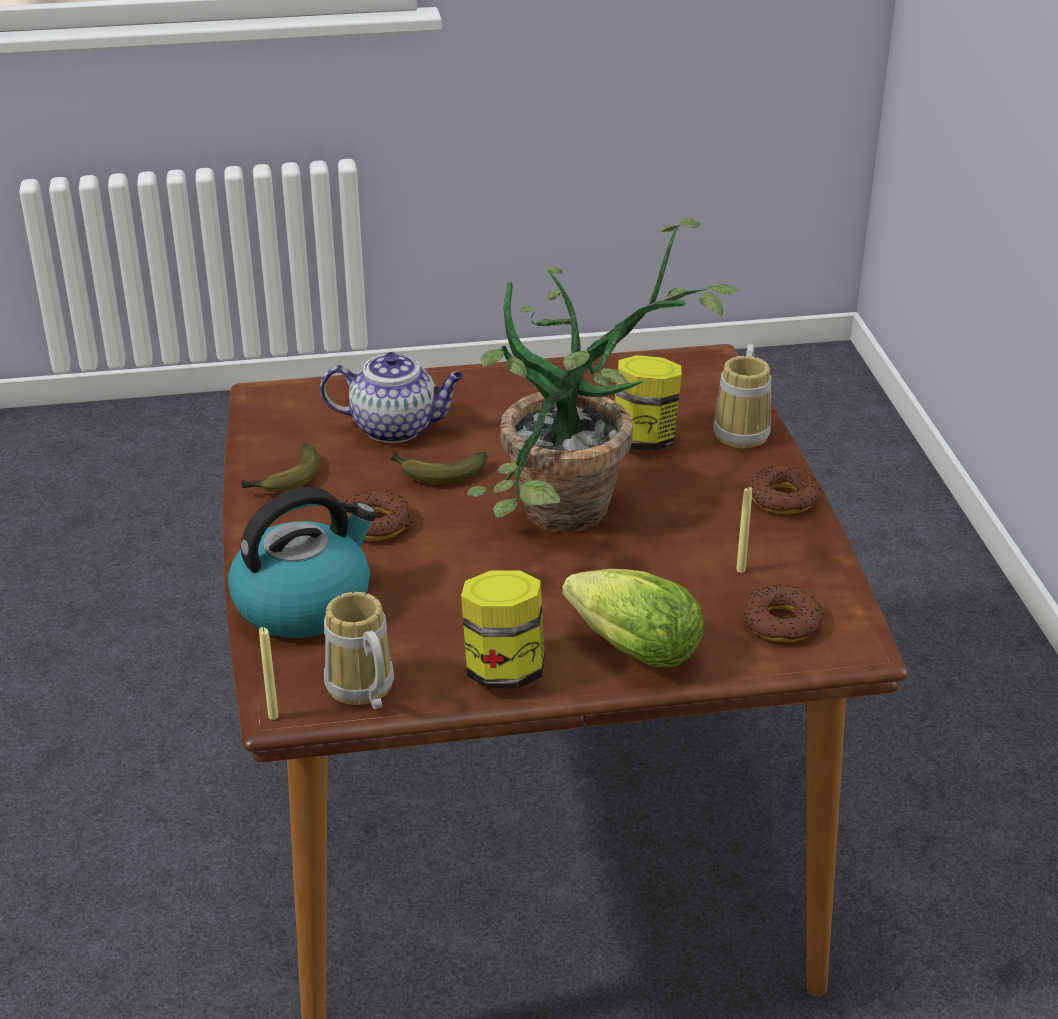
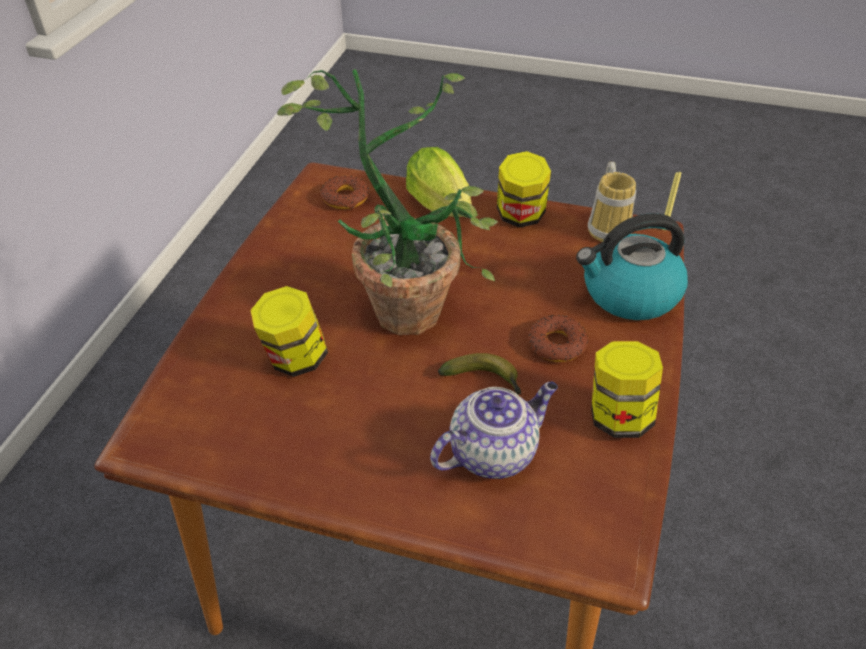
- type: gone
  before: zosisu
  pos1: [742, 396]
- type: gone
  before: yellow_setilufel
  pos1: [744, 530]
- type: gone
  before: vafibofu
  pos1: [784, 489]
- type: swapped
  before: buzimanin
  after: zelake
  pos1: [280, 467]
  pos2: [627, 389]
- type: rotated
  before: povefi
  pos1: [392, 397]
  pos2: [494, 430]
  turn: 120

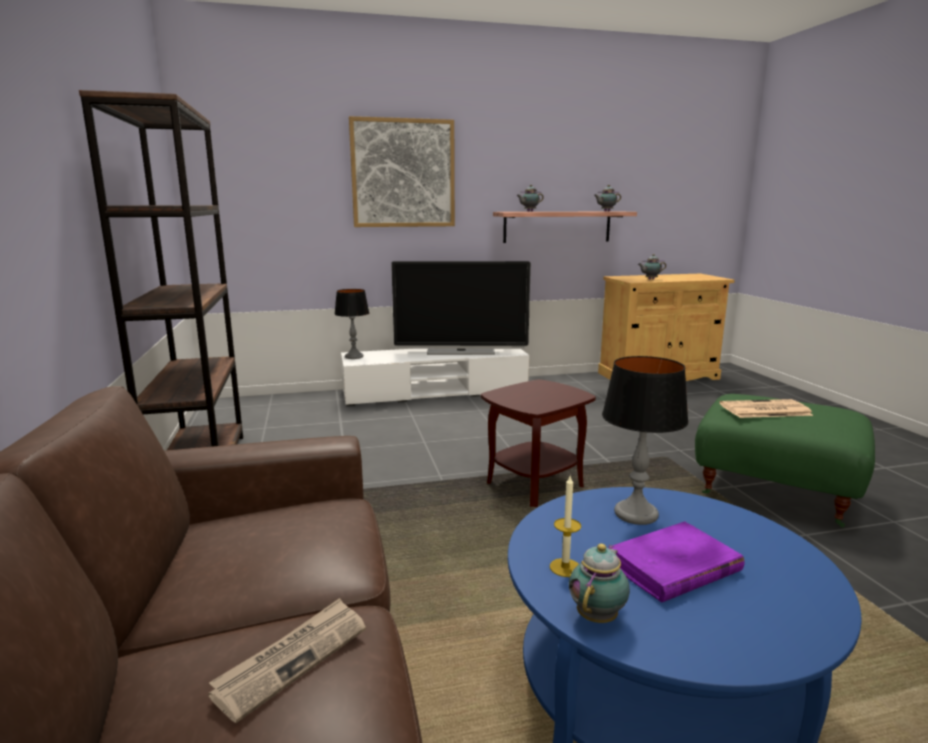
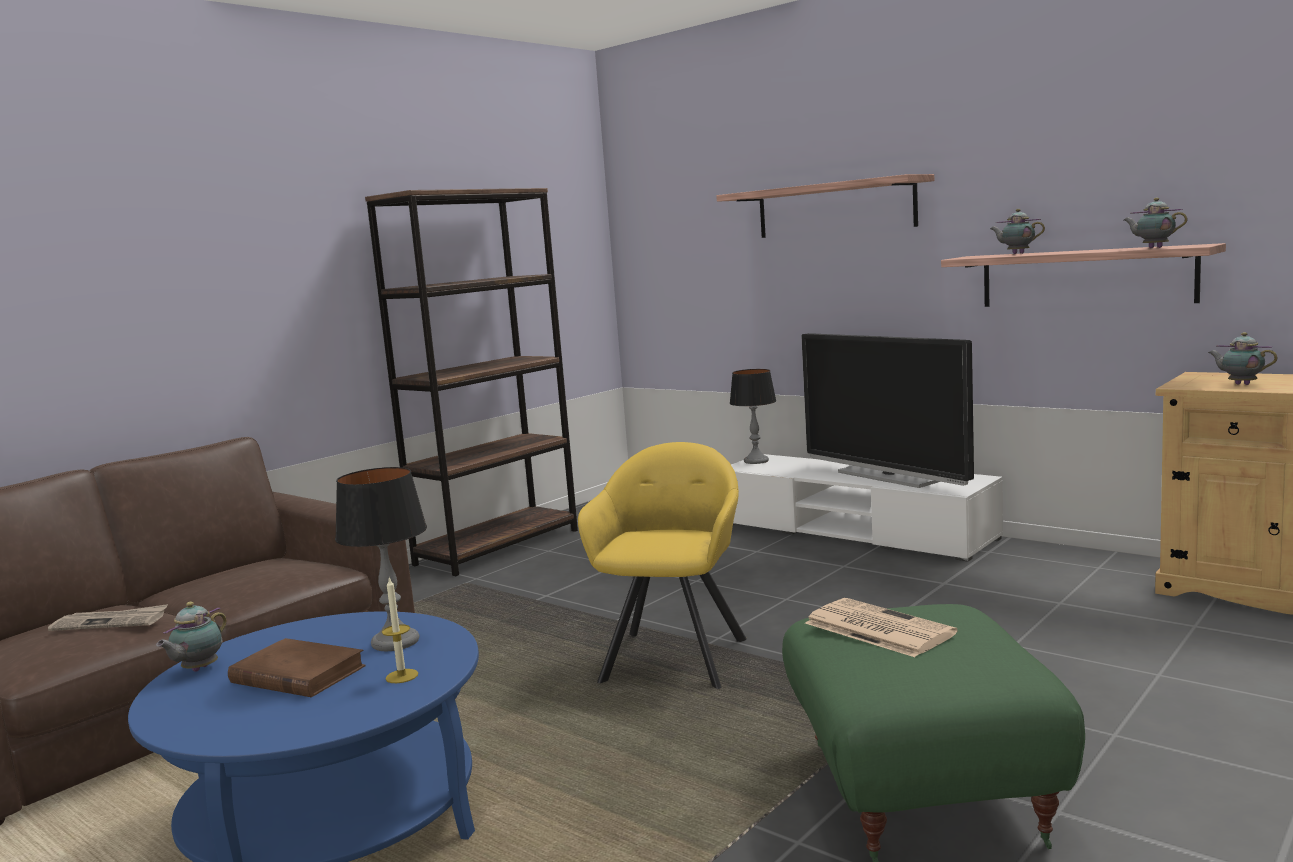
- type: shifted
  before: setilufel
  pos1: [565, 526]
  pos2: [400, 630]
- type: swapped
  before: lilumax
  after: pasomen
  pos1: [402, 171]
  pos2: [825, 206]
- type: swapped
  before: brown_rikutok
  after: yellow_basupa
  pos1: [538, 443]
  pos2: [662, 565]
- type: repainted
  before: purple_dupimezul
  after: brown_dupimezul
  pos1: [678, 562]
  pos2: [297, 667]
- type: rotated
  before: povefi
  pos1: [599, 583]
  pos2: [191, 637]
  turn: 120

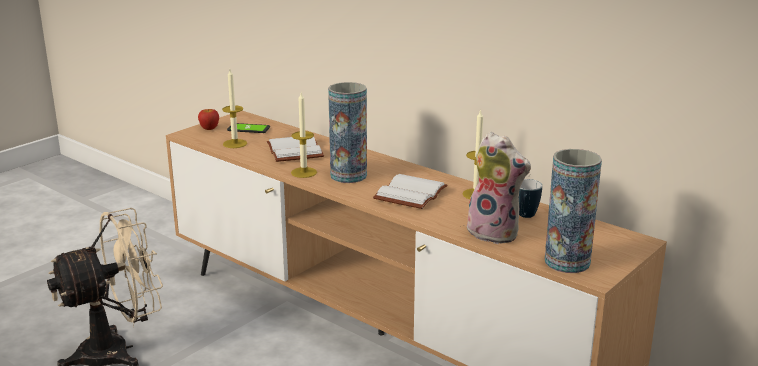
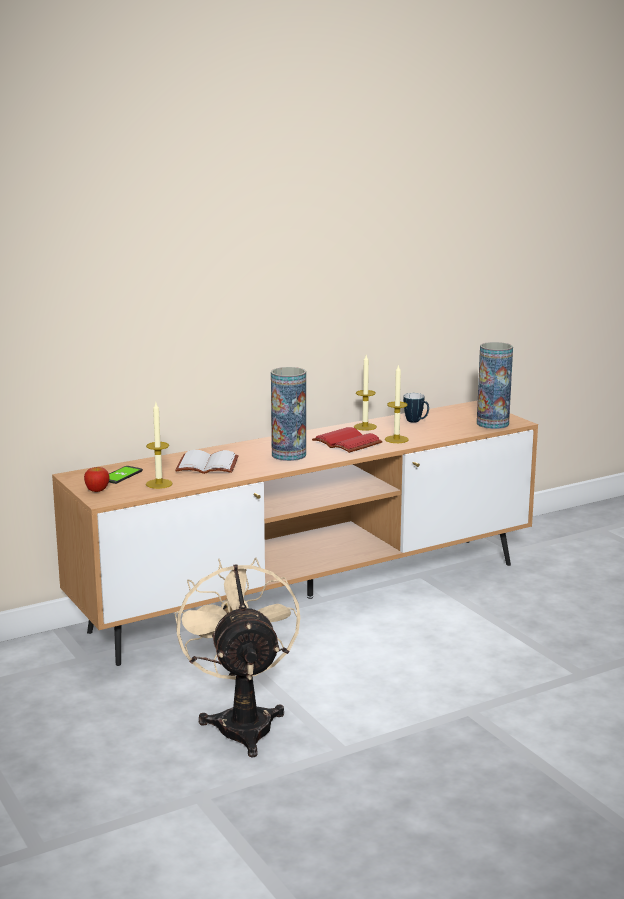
- type: gone
  before: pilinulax
  pos1: [497, 188]
- type: shifted
  before: setilufel
  pos1: [304, 135]
  pos2: [396, 404]
- type: repainted
  before: white_dupimezul
  after: red_dupimezul
  pos1: [410, 191]
  pos2: [347, 440]

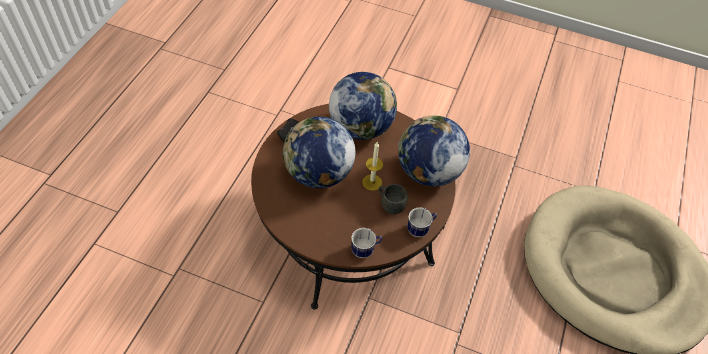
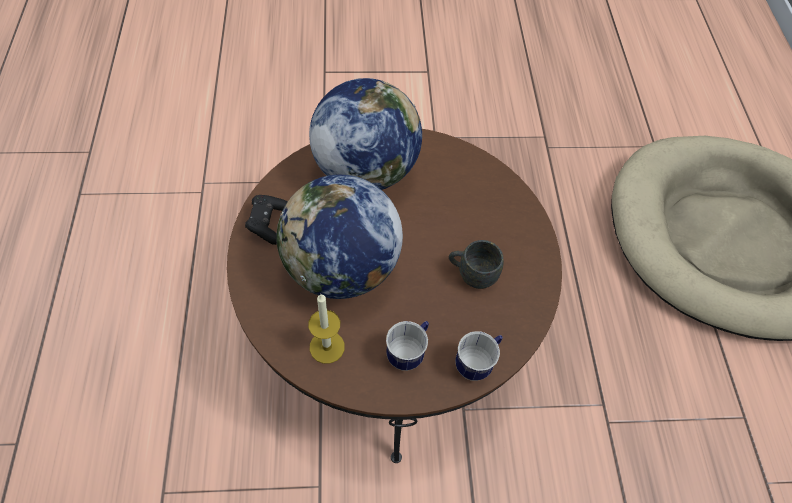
- type: gone
  before: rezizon
  pos1: [434, 150]
- type: shifted
  before: setilufel
  pos1: [373, 166]
  pos2: [326, 329]
- type: shifted
  before: zosisu
  pos1: [422, 222]
  pos2: [407, 346]

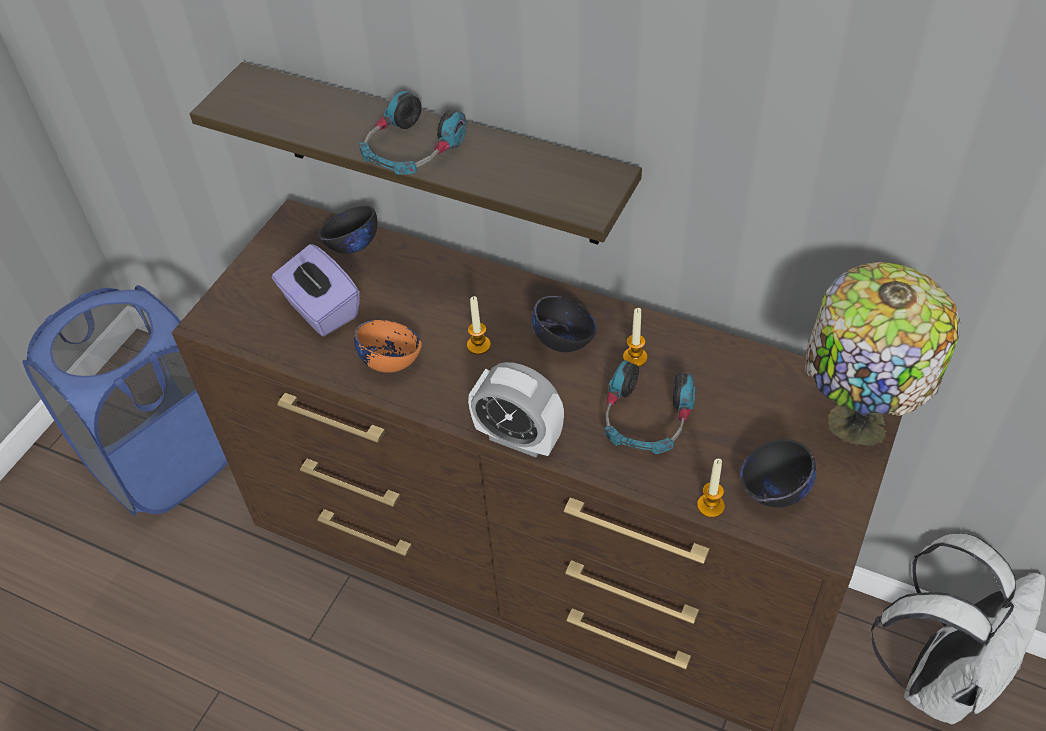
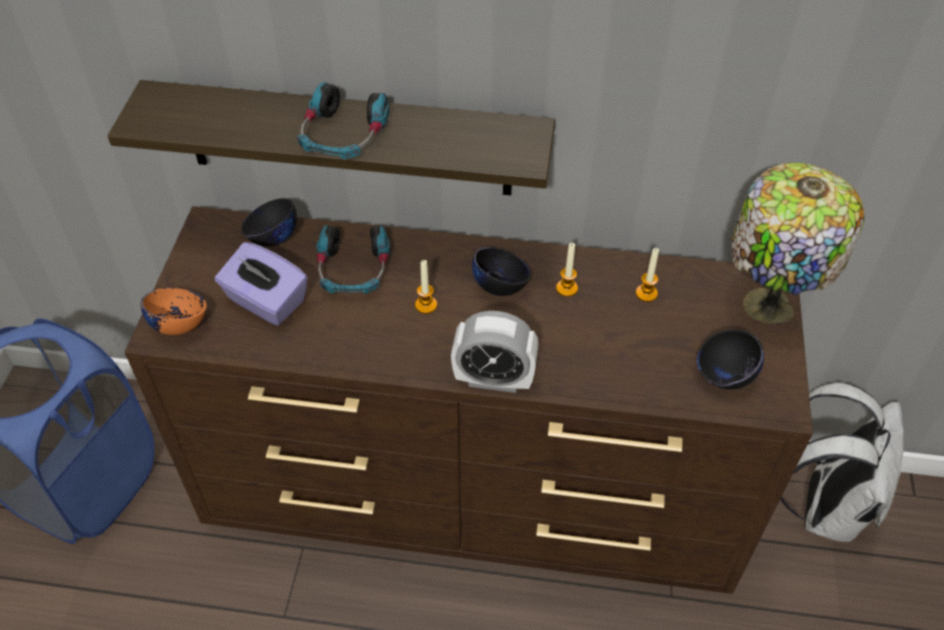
- type: shifted
  before: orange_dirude
  pos1: [388, 346]
  pos2: [174, 311]
- type: shifted
  before: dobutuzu
  pos1: [649, 407]
  pos2: [353, 259]
- type: shifted
  before: setilufel
  pos1: [711, 488]
  pos2: [647, 275]

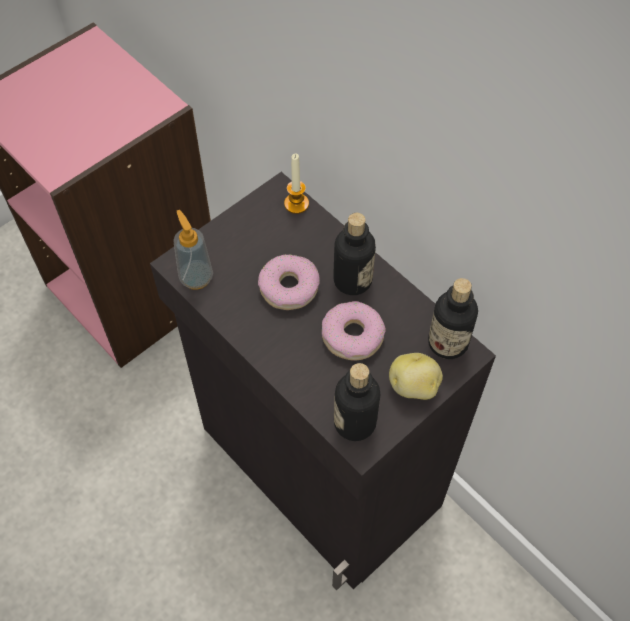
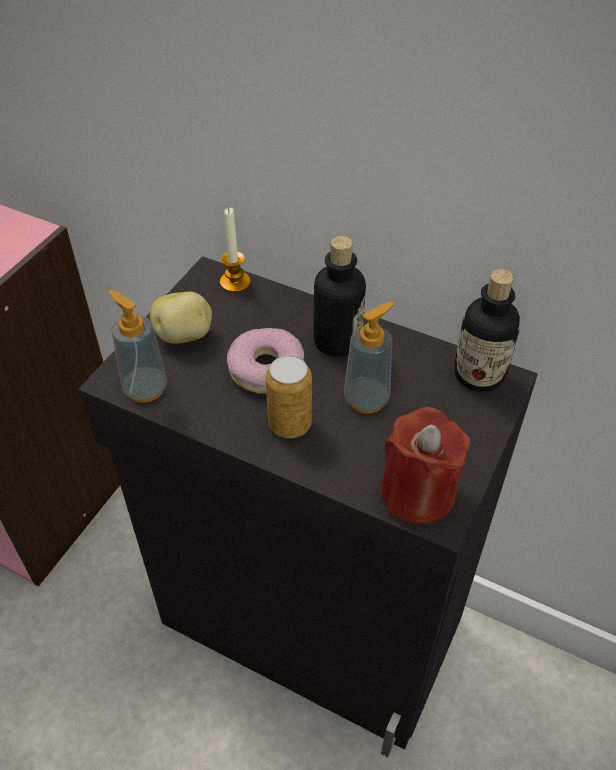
- type: new
  after: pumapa
  pos2: [289, 396]
- type: shifted
  before: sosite
  pos1: [416, 376]
  pos2: [181, 317]
- type: swapped
  before: vafibofu
  after: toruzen
  pos1: [354, 330]
  pos2: [369, 357]
- type: swapped
  before: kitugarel
  after: red_setilufel
  pos1: [357, 402]
  pos2: [425, 465]

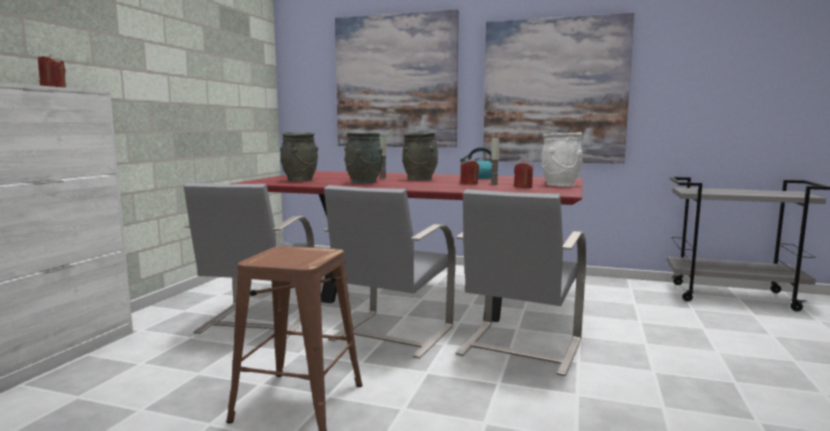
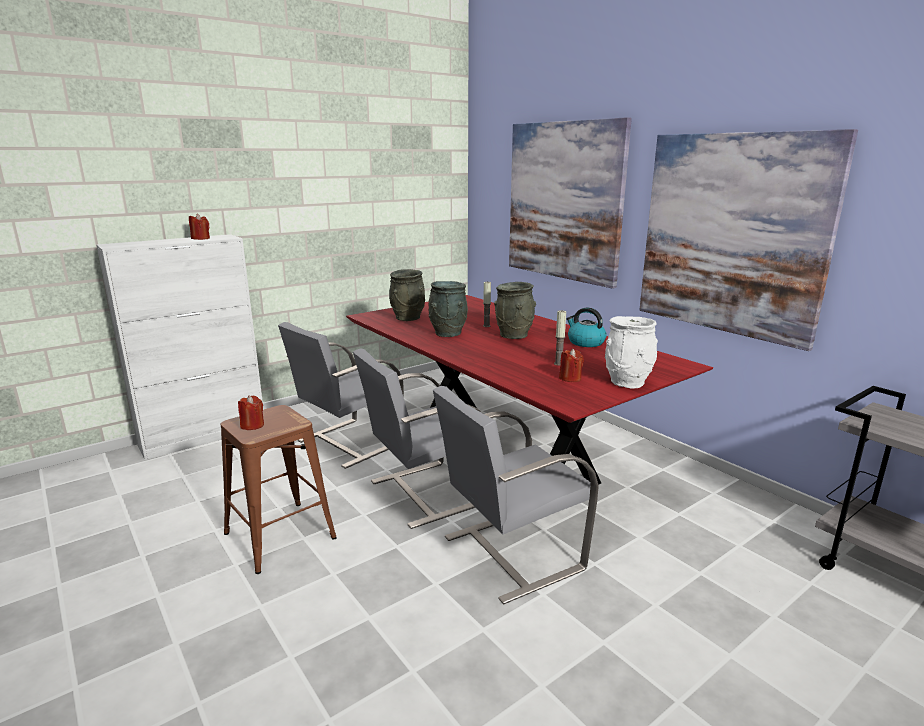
- type: shifted
  before: red_setilufel
  pos1: [469, 172]
  pos2: [251, 412]

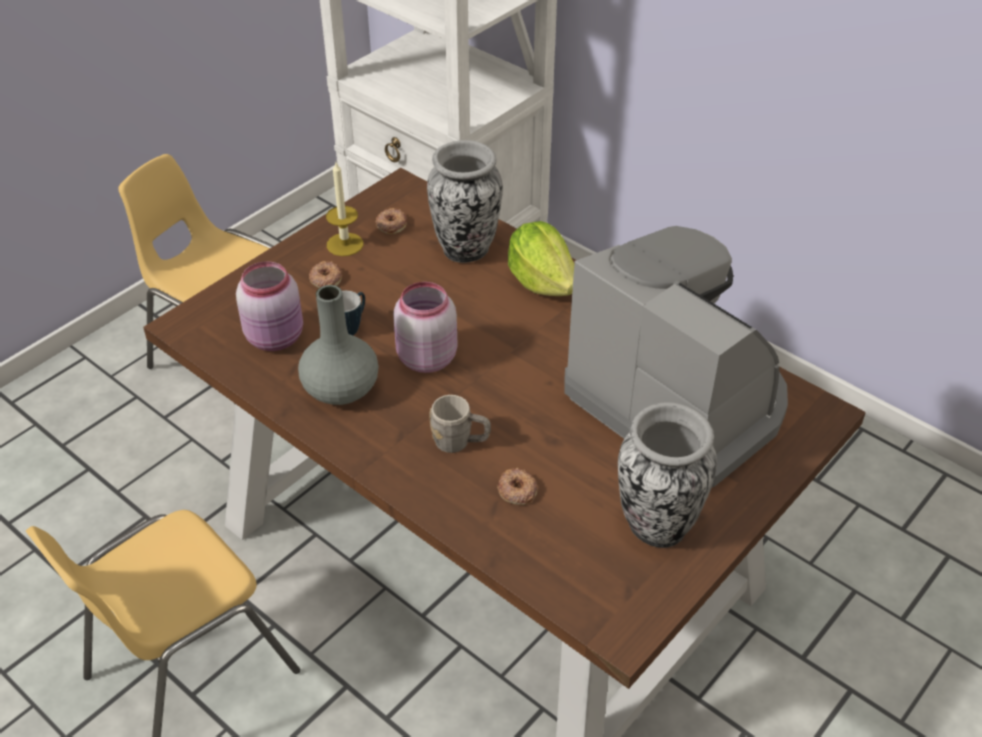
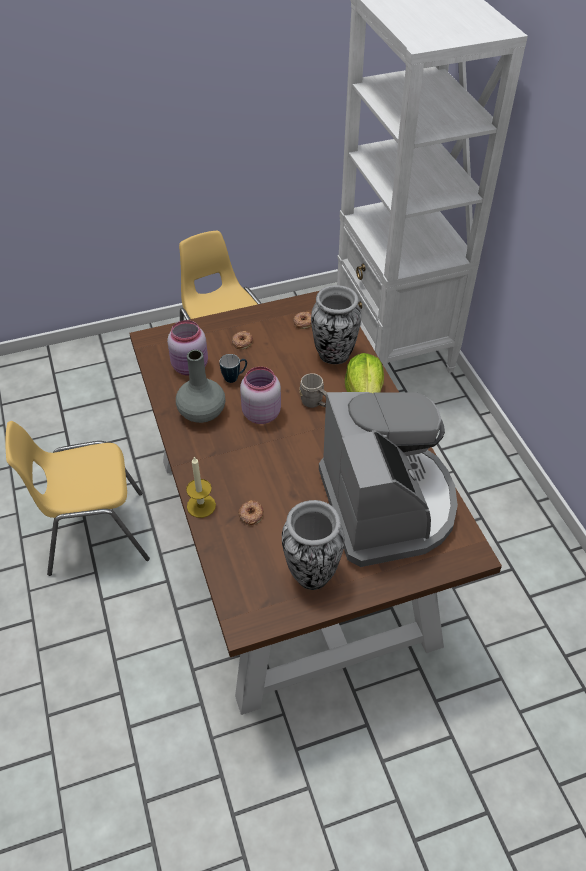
- type: shifted
  before: setilufel
  pos1: [344, 209]
  pos2: [201, 487]
- type: shifted
  before: grey_zosisu
  pos1: [460, 424]
  pos2: [313, 390]

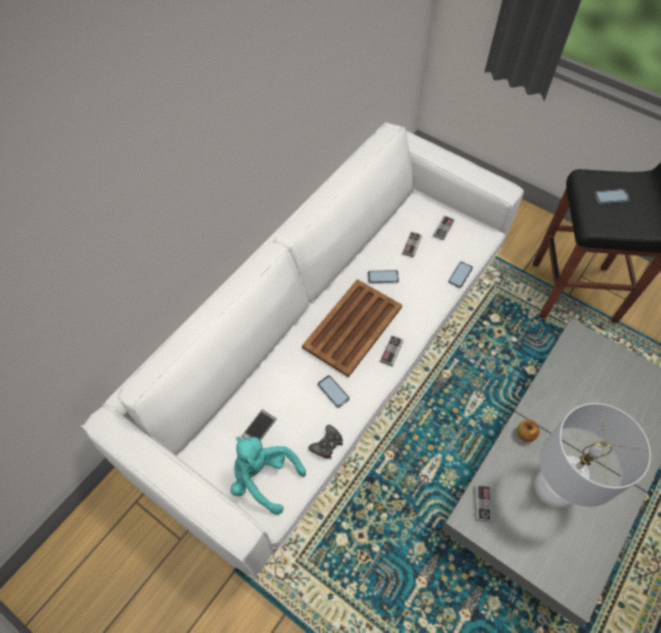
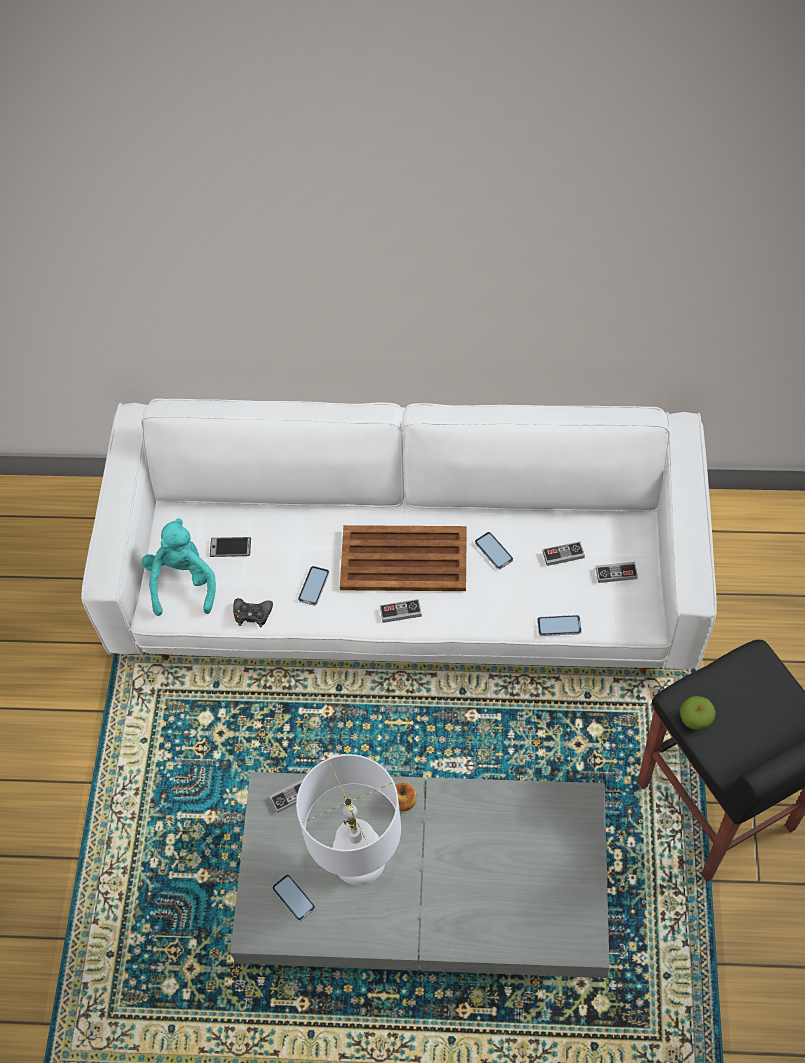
- type: new
  after: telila
  pos2: [698, 713]
- type: shifted
  before: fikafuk
  pos1: [612, 196]
  pos2: [294, 897]

